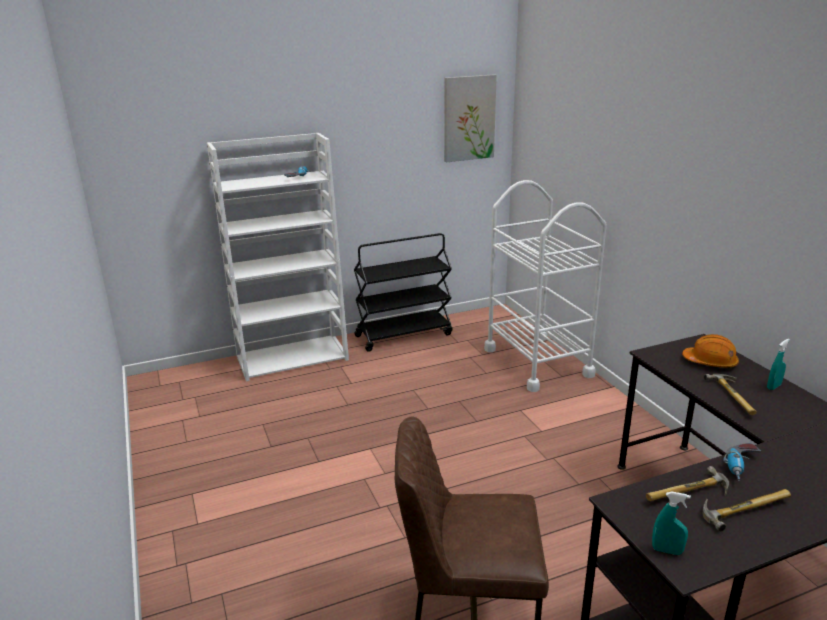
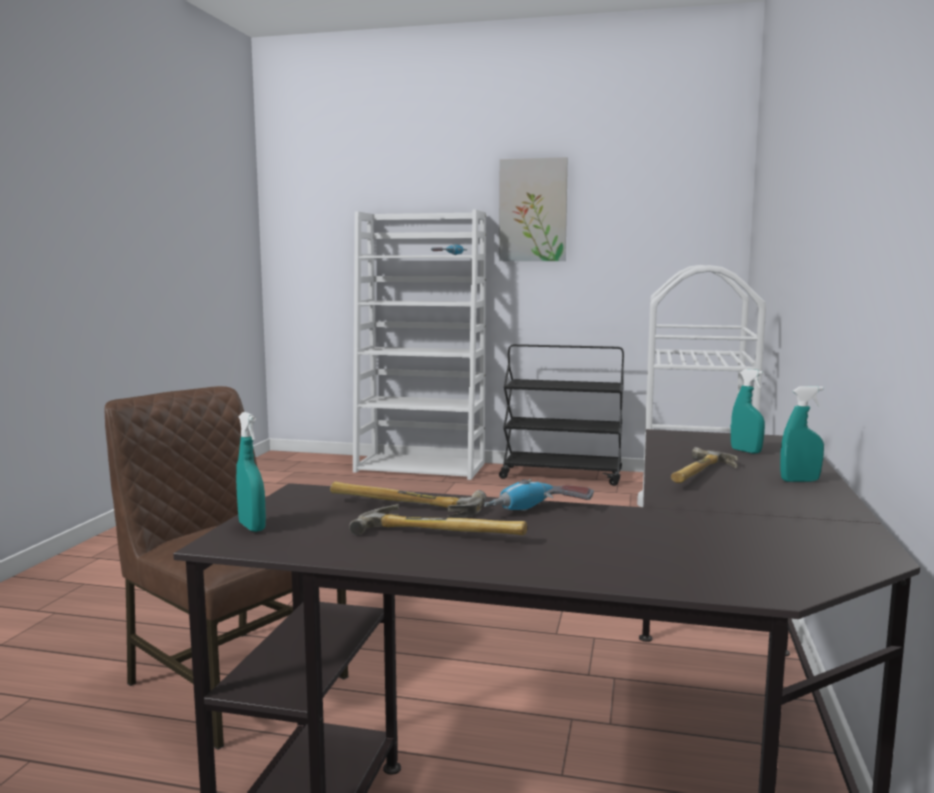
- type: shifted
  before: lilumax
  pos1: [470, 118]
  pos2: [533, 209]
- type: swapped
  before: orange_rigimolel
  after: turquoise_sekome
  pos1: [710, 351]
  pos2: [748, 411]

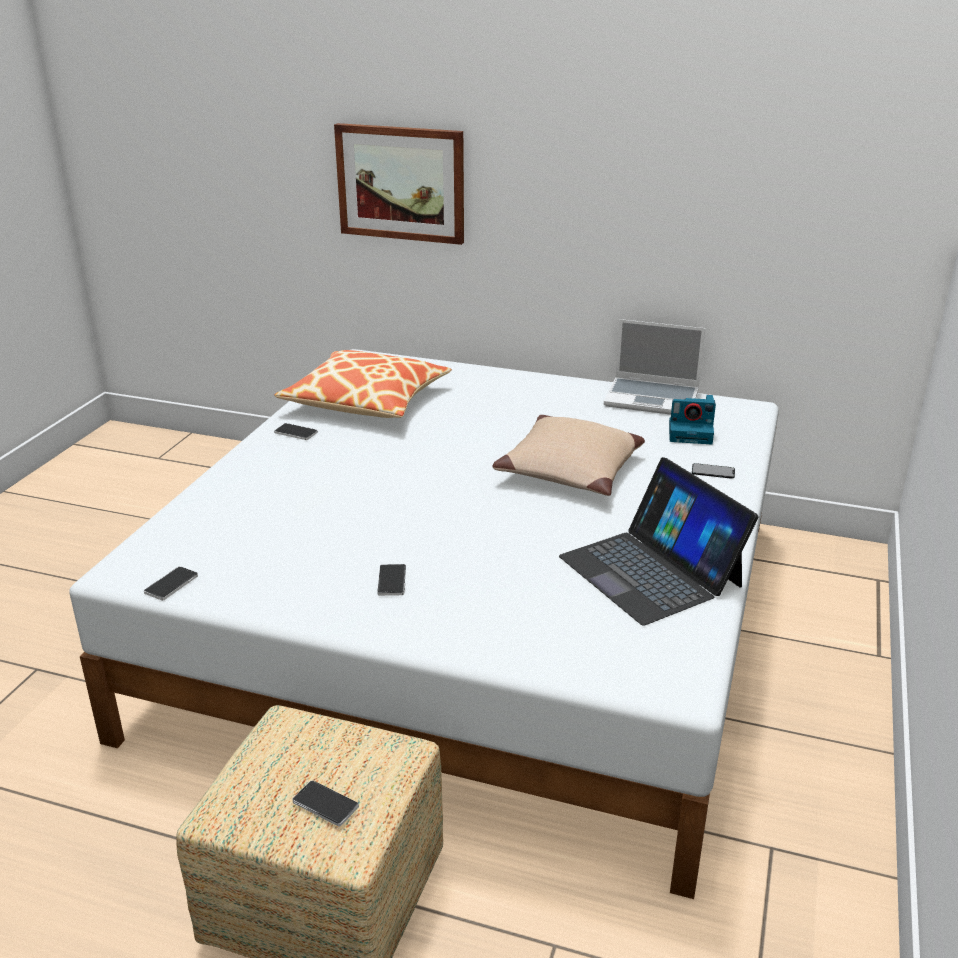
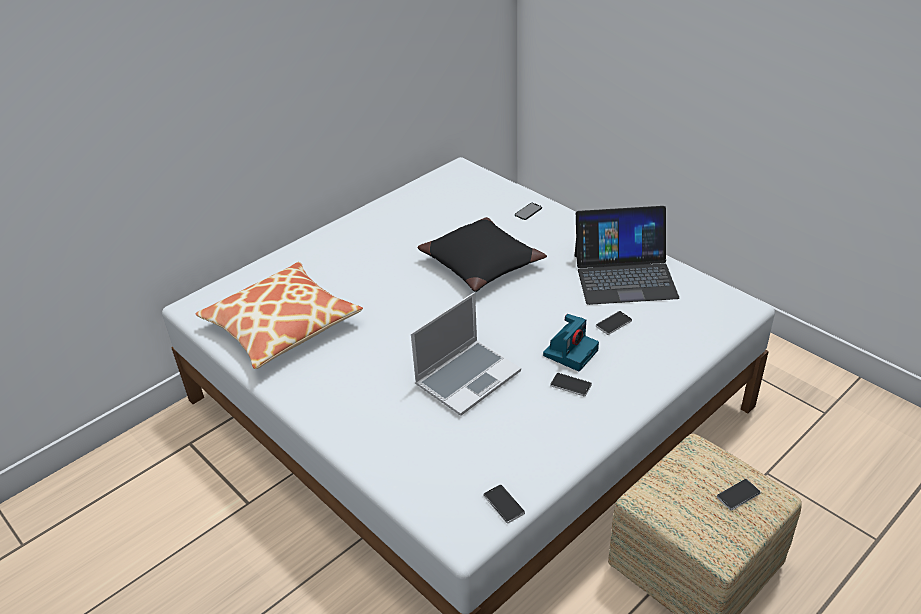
- type: gone
  before: lilumax
  pos1: [399, 184]
- type: shifted
  before: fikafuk
  pos1: [296, 431]
  pos2: [614, 323]
- type: shifted
  before: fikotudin
  pos1: [654, 367]
  pos2: [466, 354]
- type: shifted
  before: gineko
  pos1: [692, 419]
  pos2: [571, 342]
- type: repainted
  before: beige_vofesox
  after: black_vofesox
  pos1: [568, 455]
  pos2: [482, 254]

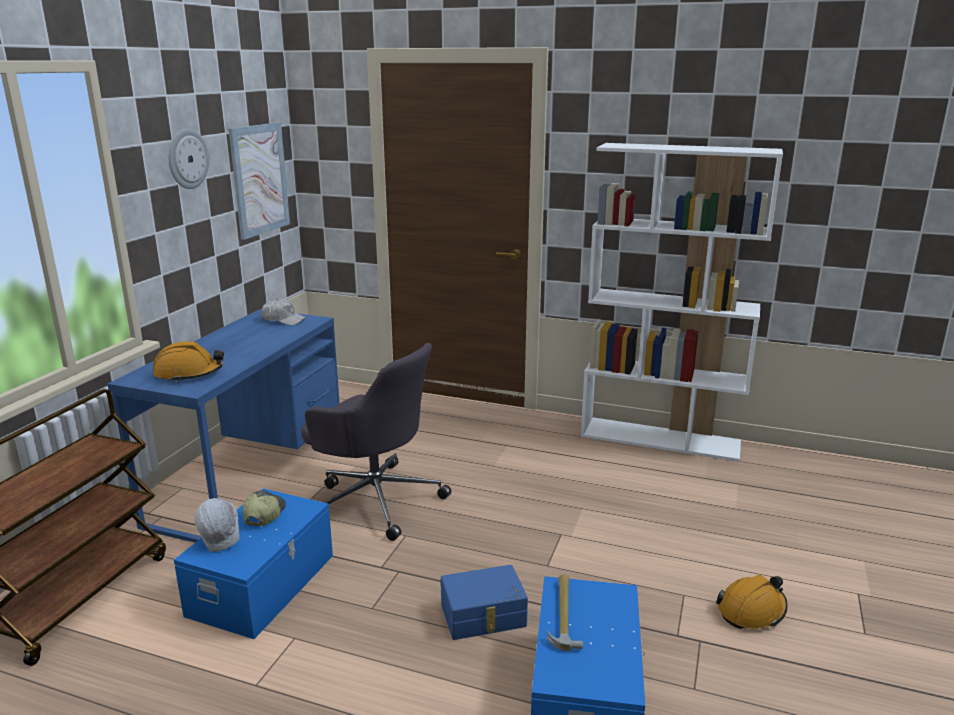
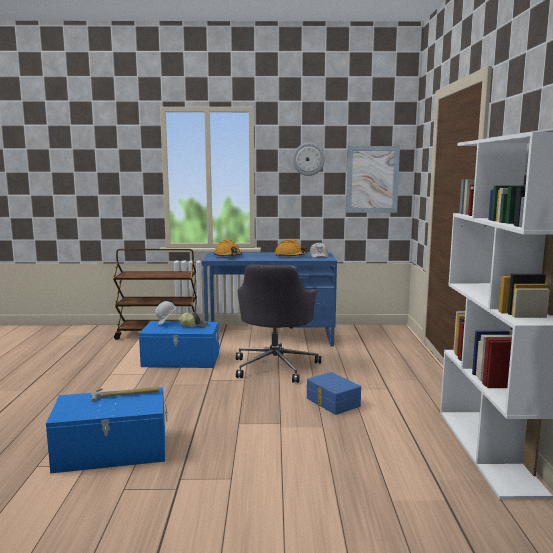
- type: shifted
  before: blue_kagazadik
  pos1: [484, 602]
  pos2: [334, 393]
- type: shifted
  before: orange_rigimolel
  pos1: [752, 602]
  pos2: [291, 248]

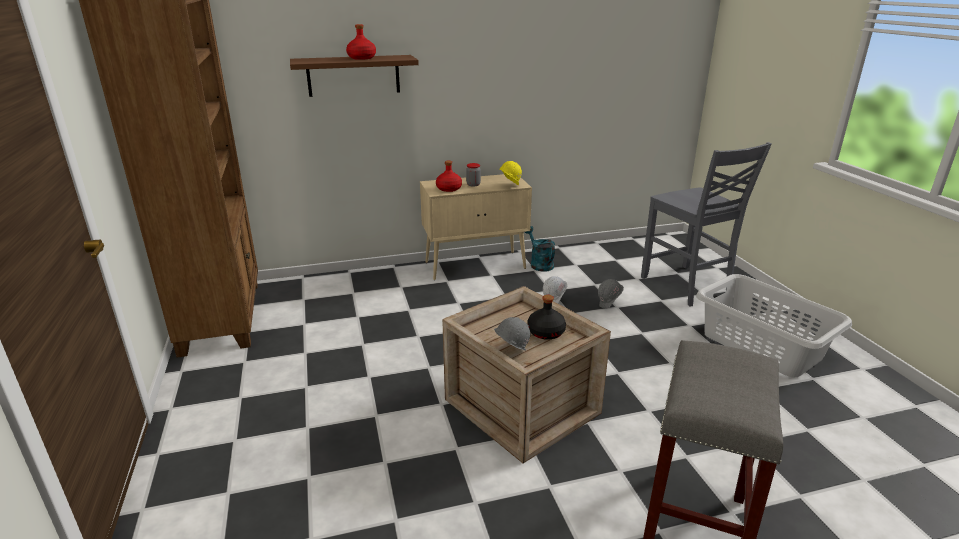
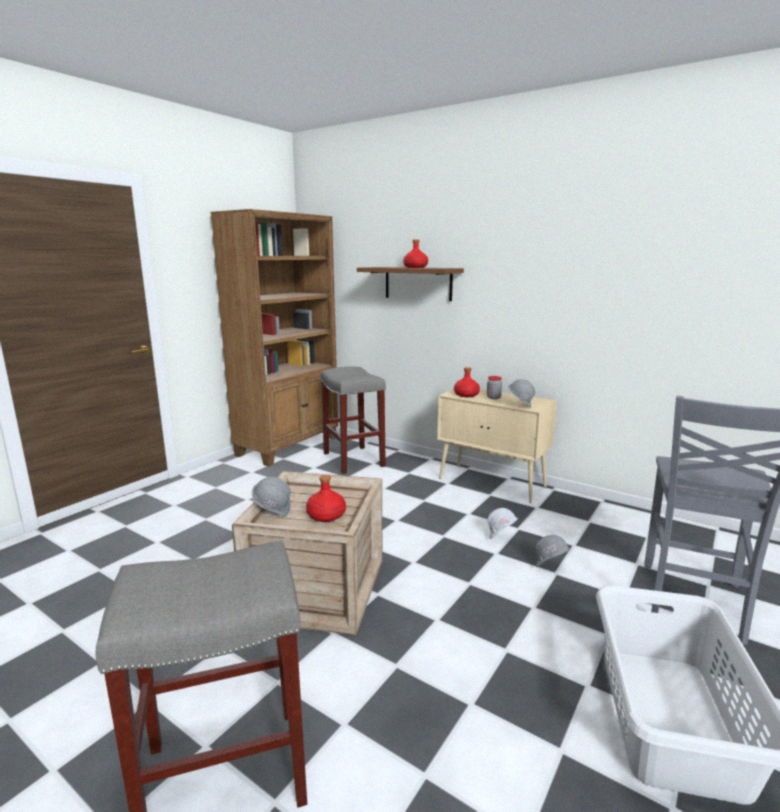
- type: gone
  before: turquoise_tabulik
  pos1: [540, 248]
- type: new
  after: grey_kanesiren
  pos2: [353, 420]
- type: repainted
  before: yellow_rigimolel
  after: grey_rigimolel
  pos1: [511, 173]
  pos2: [521, 393]
- type: repainted
  before: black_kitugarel
  after: red_kitugarel
  pos1: [546, 317]
  pos2: [326, 498]

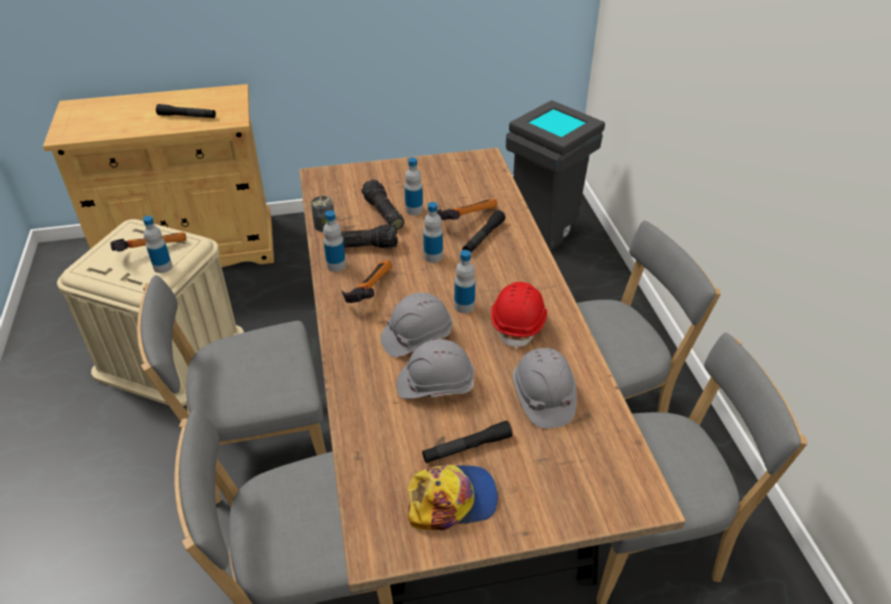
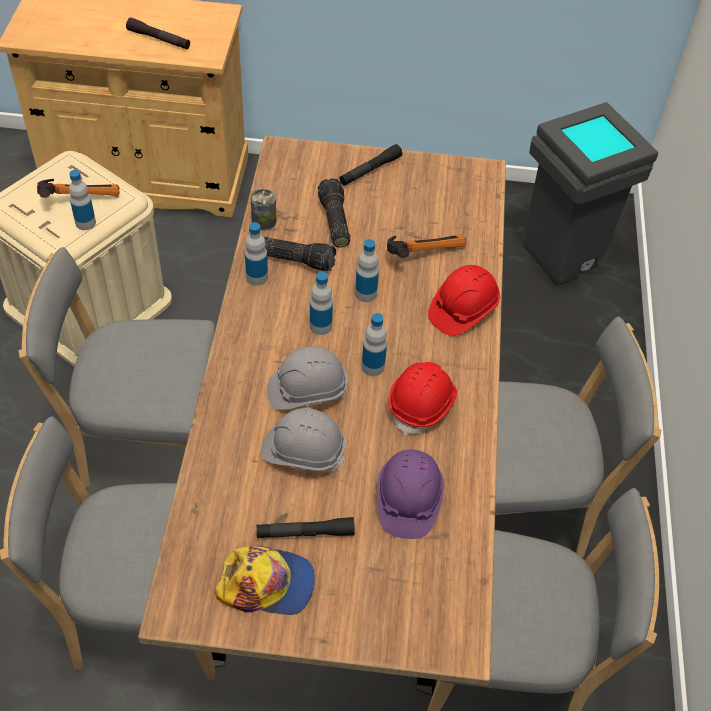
- type: gone
  before: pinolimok
  pos1: [367, 281]
- type: new
  after: red_rigimolel
  pos2: [464, 300]
- type: shifted
  before: kitugarel
  pos1: [414, 186]
  pos2: [321, 303]
- type: shifted
  before: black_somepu
  pos1: [484, 231]
  pos2: [370, 165]
- type: repainted
  before: grey_rigimolel
  after: purple_rigimolel
  pos1: [545, 388]
  pos2: [410, 494]

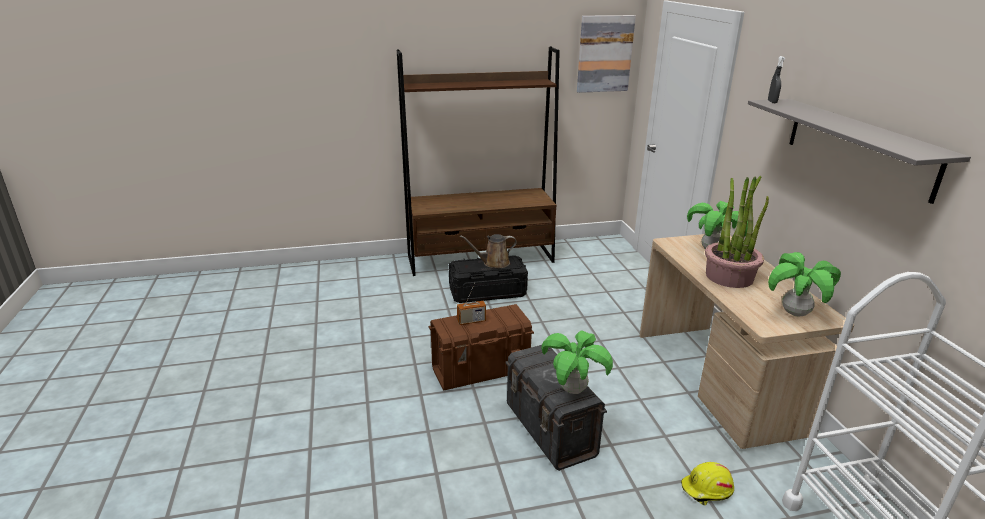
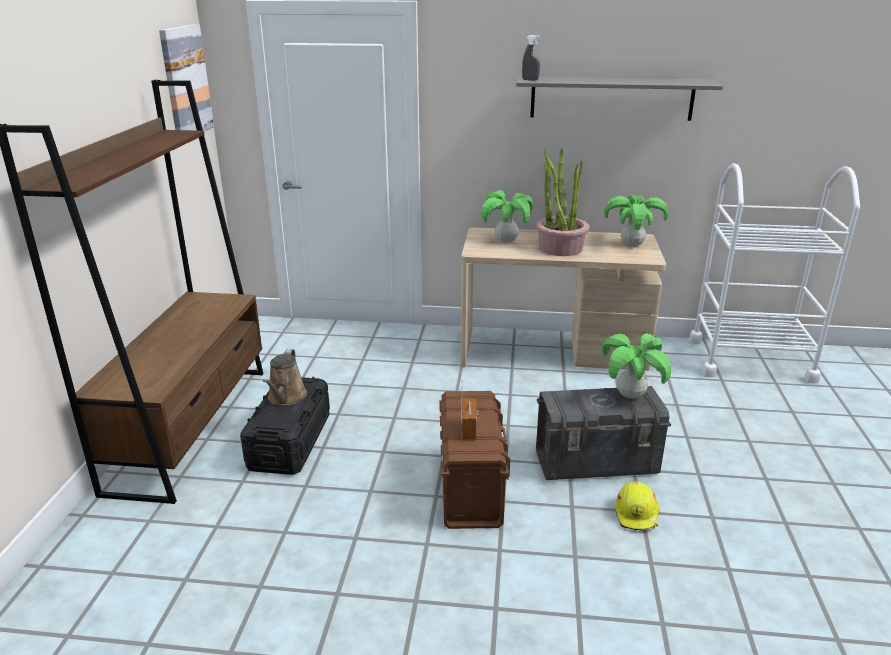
- type: shifted
  before: yellow_rigimolel
  pos1: [707, 483]
  pos2: [637, 505]

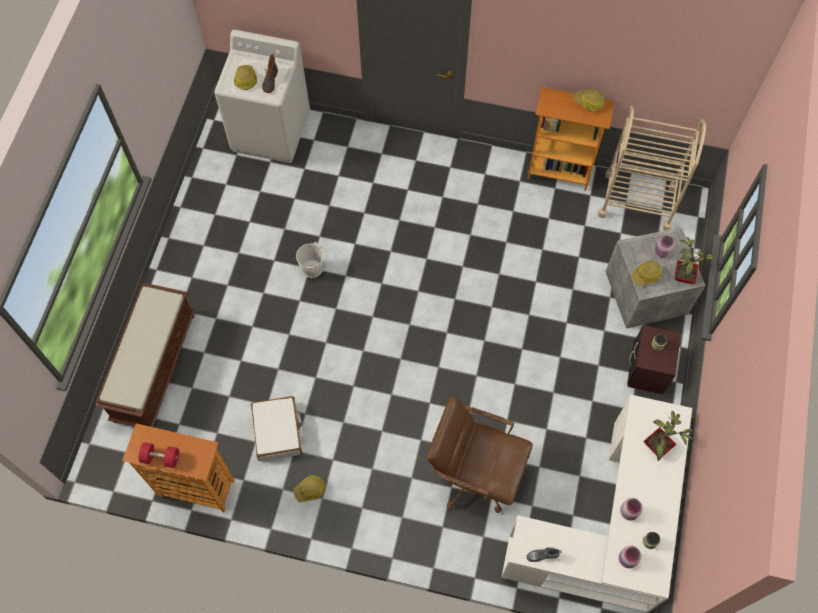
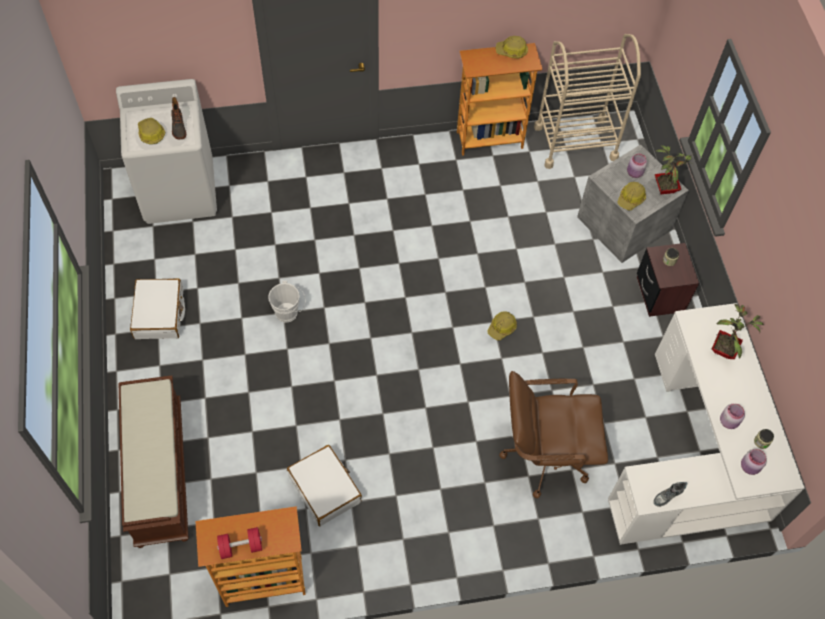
- type: new
  after: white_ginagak
  pos2: [157, 308]
- type: shifted
  before: rigimolel
  pos1: [309, 488]
  pos2: [502, 326]

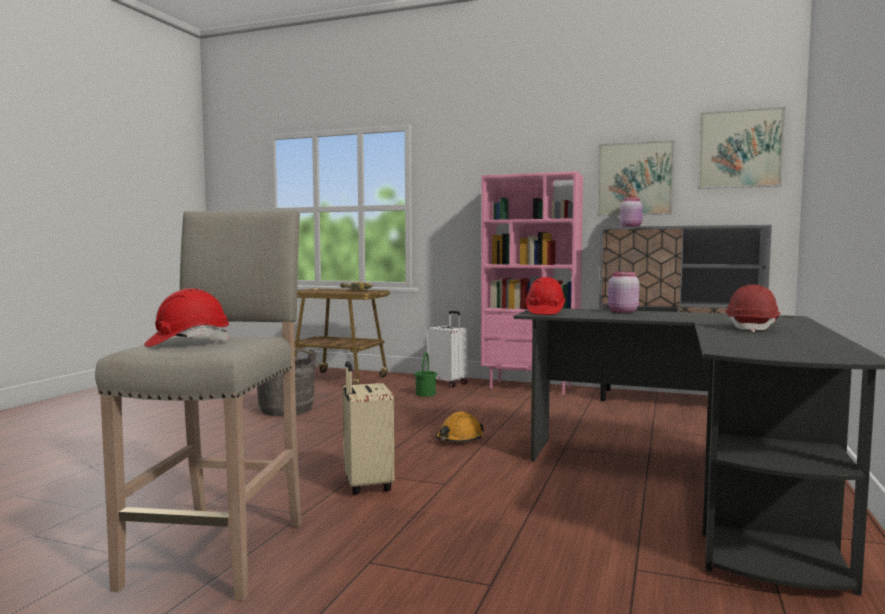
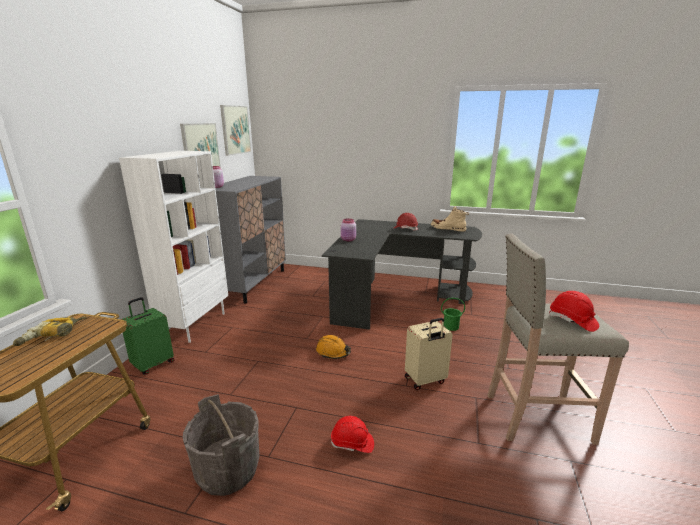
- type: new
  after: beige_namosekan
  pos2: [450, 219]
- type: shifted
  before: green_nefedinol
  pos1: [425, 374]
  pos2: [453, 314]
- type: shifted
  before: red_rigimolel
  pos1: [545, 296]
  pos2: [352, 434]
- type: repainted
  before: white_ginagak
  after: green_ginagak
  pos1: [447, 349]
  pos2: [147, 336]
- type: repainted
  before: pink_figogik
  after: white_figogik
  pos1: [532, 283]
  pos2: [173, 247]

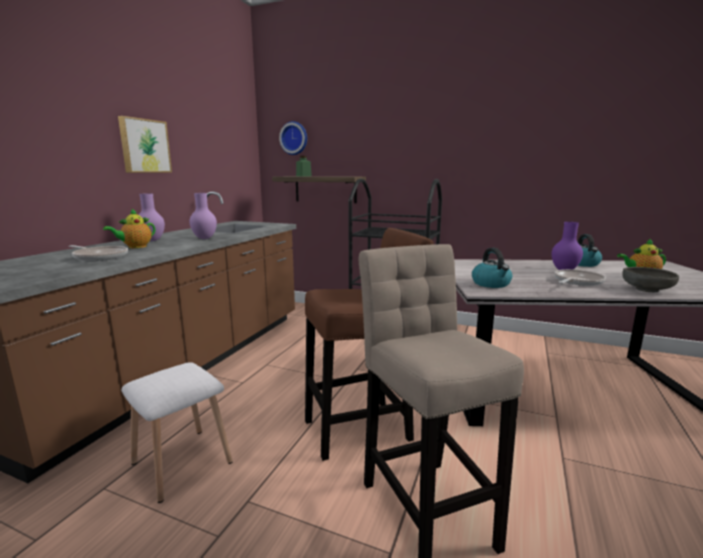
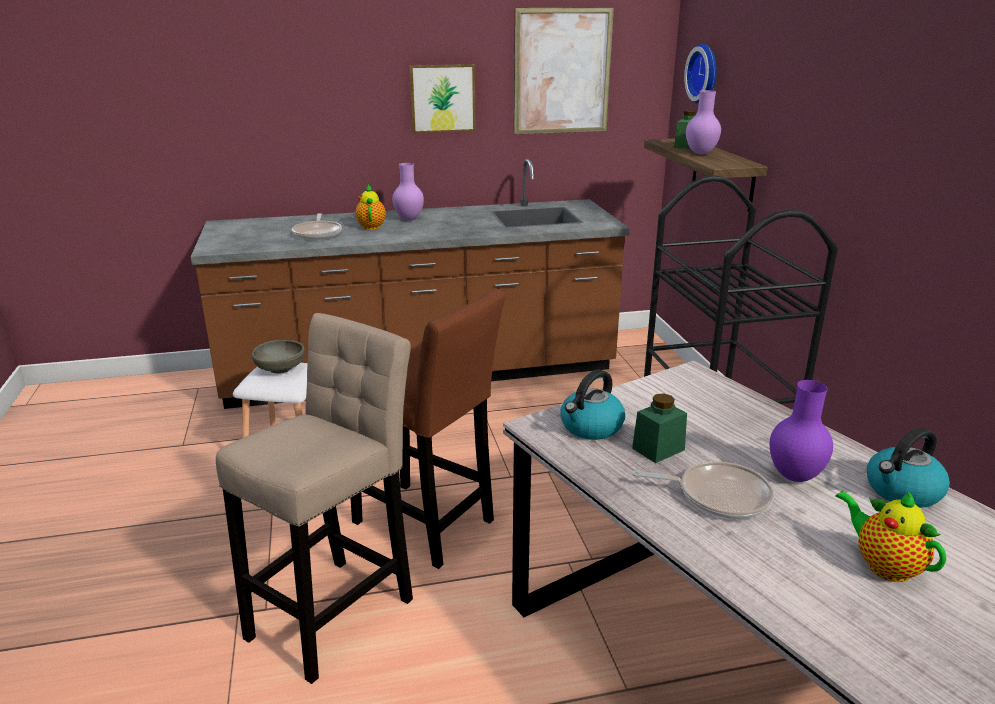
- type: new
  after: lilumax
  pos2: [564, 70]
- type: new
  after: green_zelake
  pos2: [659, 428]
- type: shifted
  before: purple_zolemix
  pos1: [203, 216]
  pos2: [703, 122]
- type: shifted
  before: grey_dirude
  pos1: [650, 279]
  pos2: [278, 357]
- type: rotated
  before: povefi
  pos1: [129, 228]
  pos2: [370, 207]
  turn: 75

